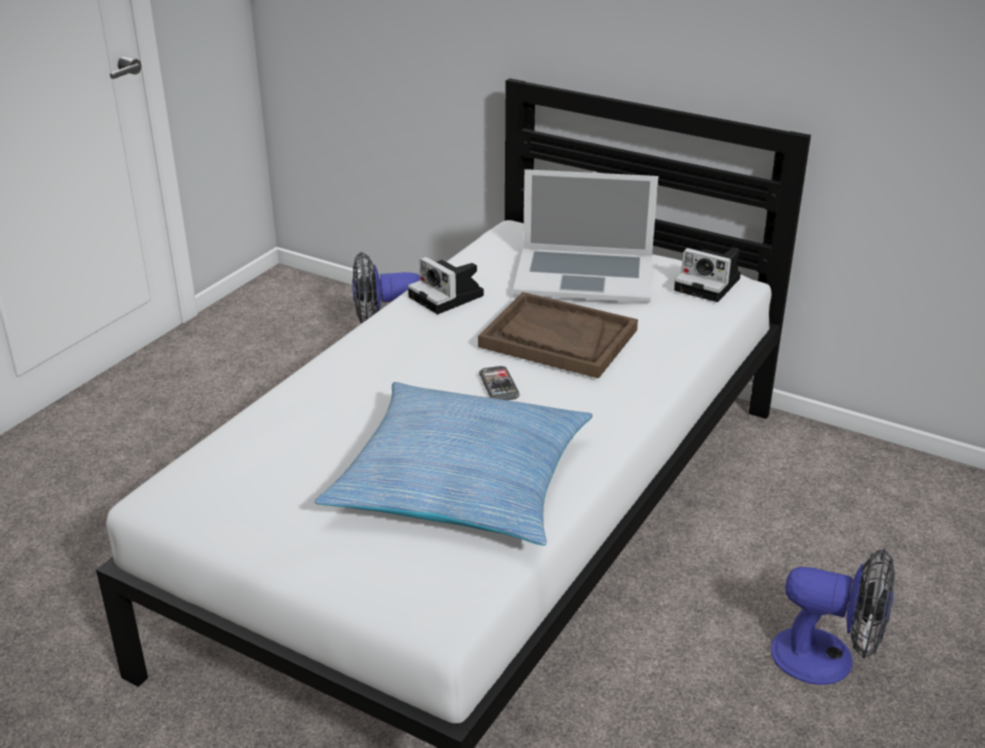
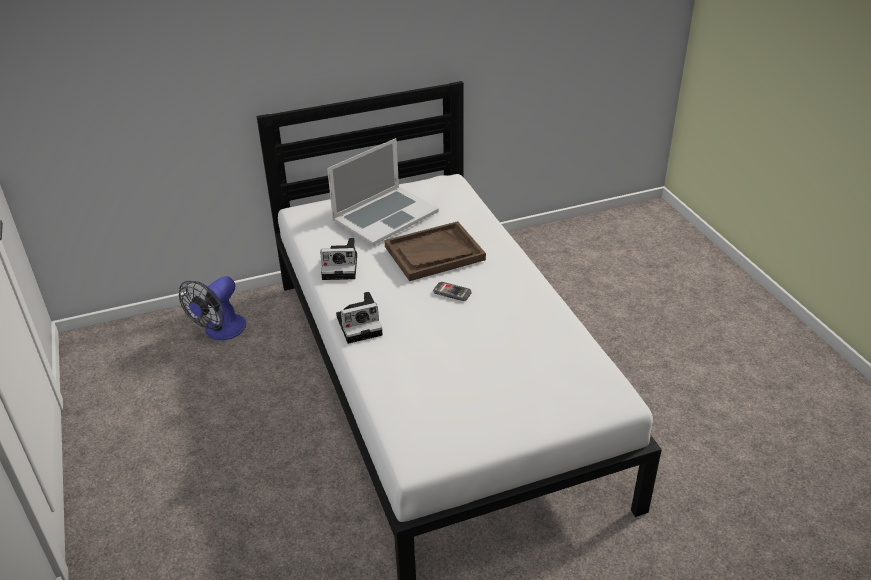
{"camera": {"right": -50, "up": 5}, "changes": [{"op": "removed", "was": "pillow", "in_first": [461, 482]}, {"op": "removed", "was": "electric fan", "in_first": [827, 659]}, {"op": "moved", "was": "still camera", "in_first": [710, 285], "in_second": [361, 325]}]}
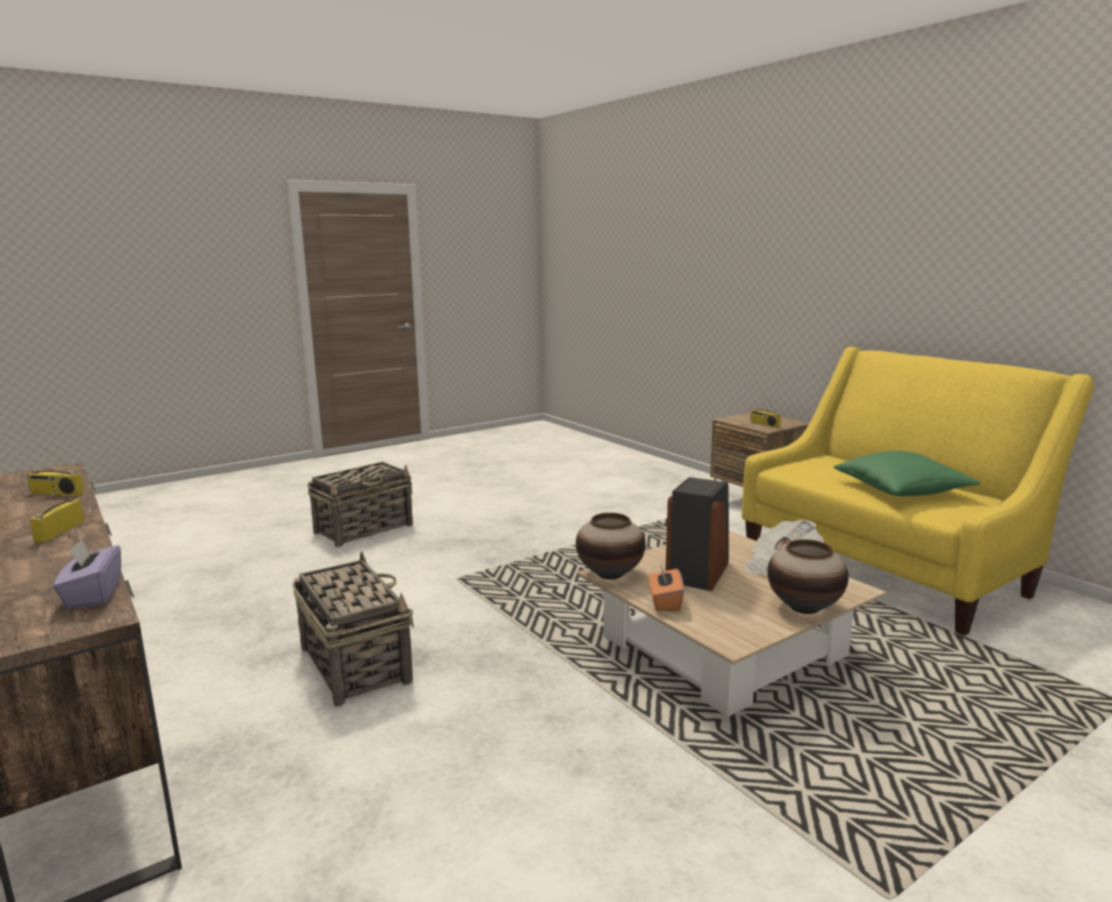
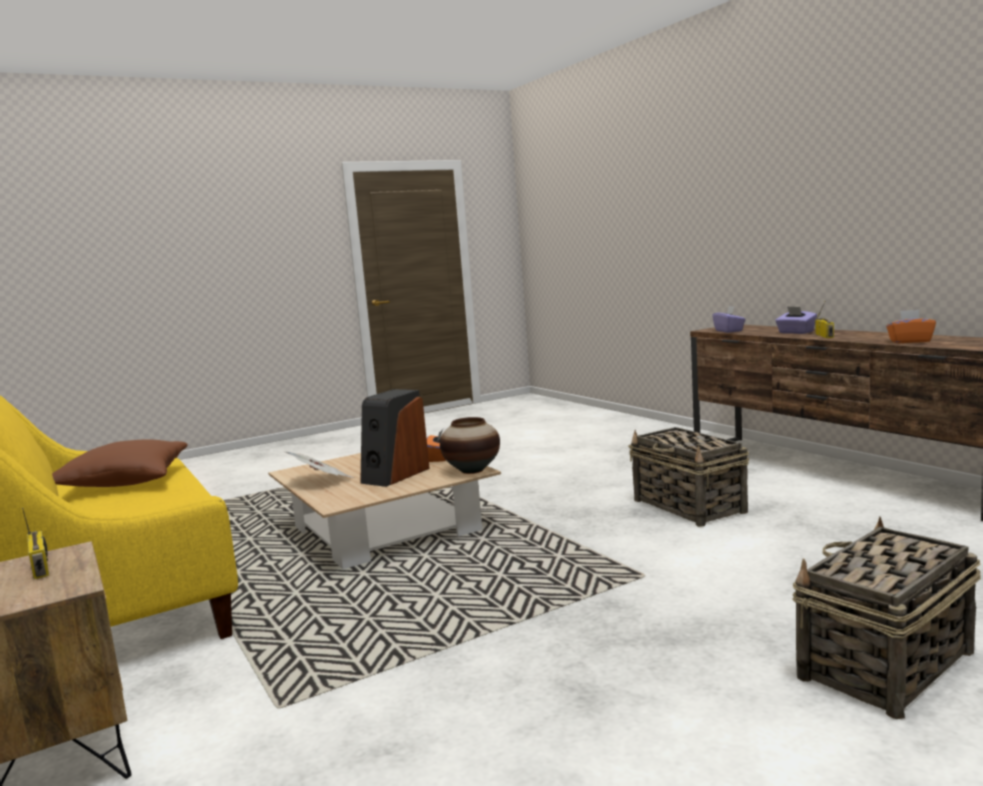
{"camera": {"right": -175, "up": -5}, "changes": [{"op": "removed", "was": "flower vase", "in_first": [804, 607]}, {"op": "added", "now": "purple-coloured tissue box", "in_second": [795, 332]}, {"op": "replaced", "was": "radio", "now": "orange-coloured tissue box", "in_first": [56, 493], "in_second": [910, 341]}, {"op": "recoloured", "was": "green-coloured pillow", "now": "brownish pillow", "in_first": [902, 490], "in_second": [124, 482]}]}
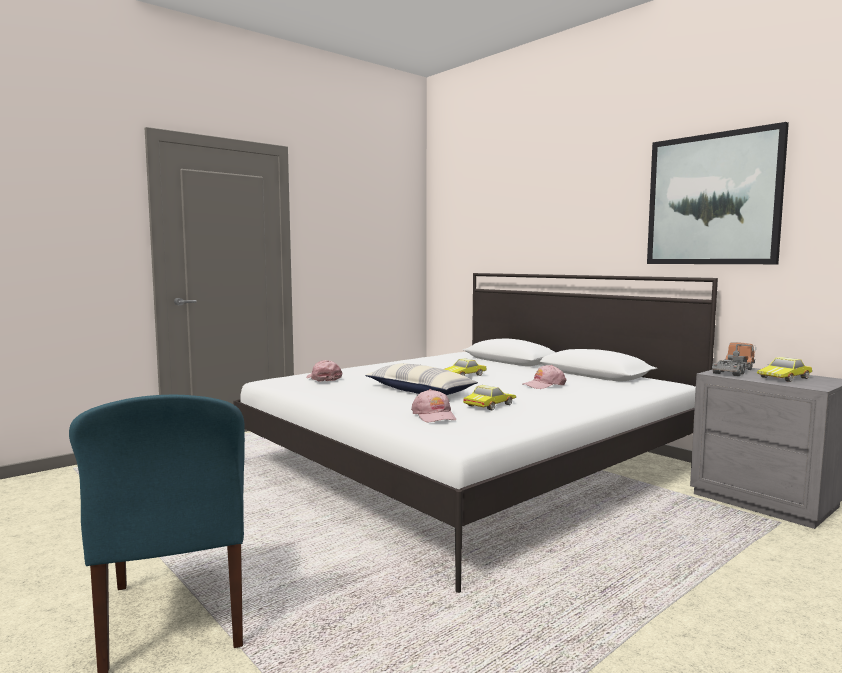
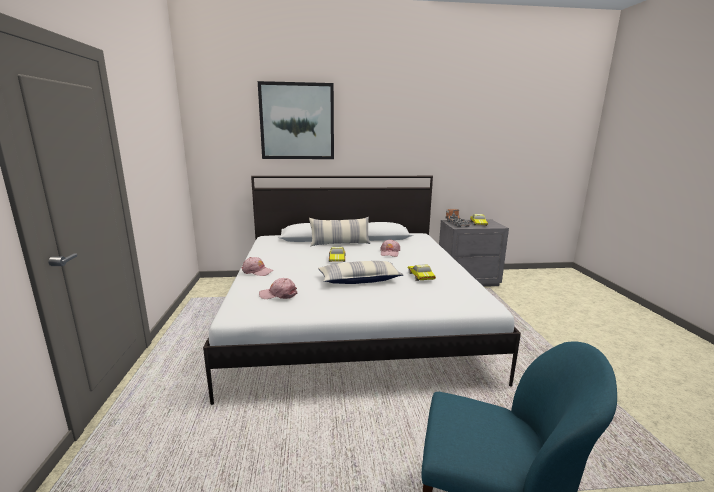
{"camera": {"right": -55, "up": 10}, "changes": [{"op": "added", "now": "pillow", "in_second": [340, 244]}, {"op": "moved", "was": "pinkish cap", "in_first": [434, 416], "in_second": [257, 271]}, {"op": "moved", "was": "wall picture", "in_first": [712, 199], "in_second": [297, 121]}]}
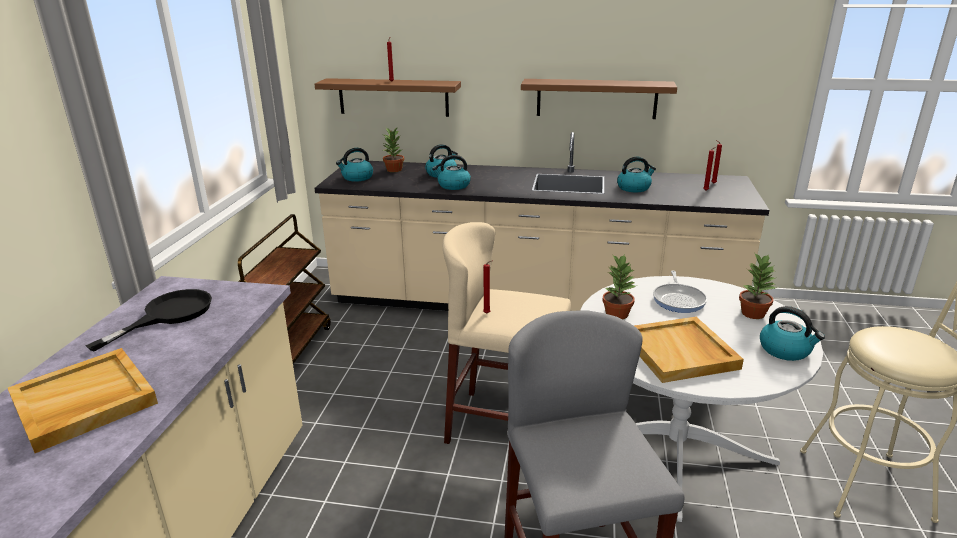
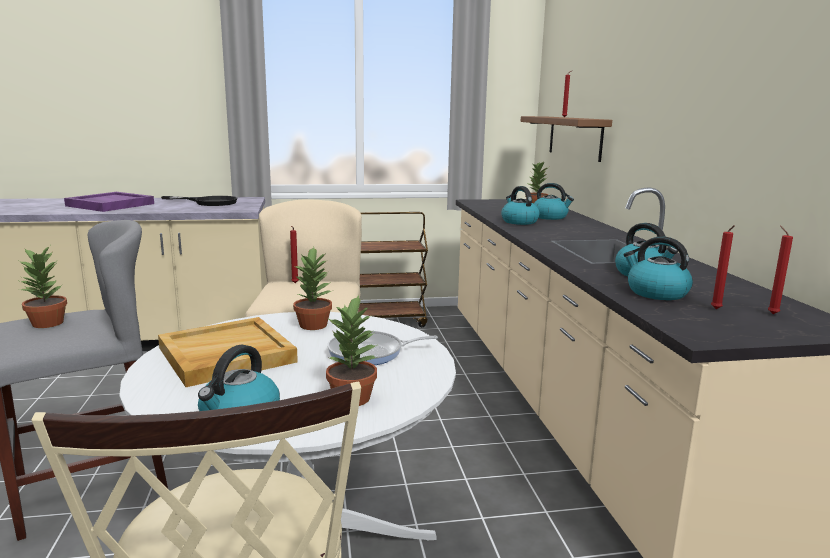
{"camera": {"right": 70, "up": -10}, "changes": [{"op": "removed", "was": "brownish bracket shelf", "in_first": [596, 98]}, {"op": "added", "now": "plant in a pot", "in_second": [48, 323]}, {"op": "moved", "was": "tea kettle", "in_first": [357, 177], "in_second": [656, 293]}, {"op": "recoloured", "was": "sand-coloured tray", "now": "purple-coloured tray", "in_first": [83, 402], "in_second": [109, 205]}]}
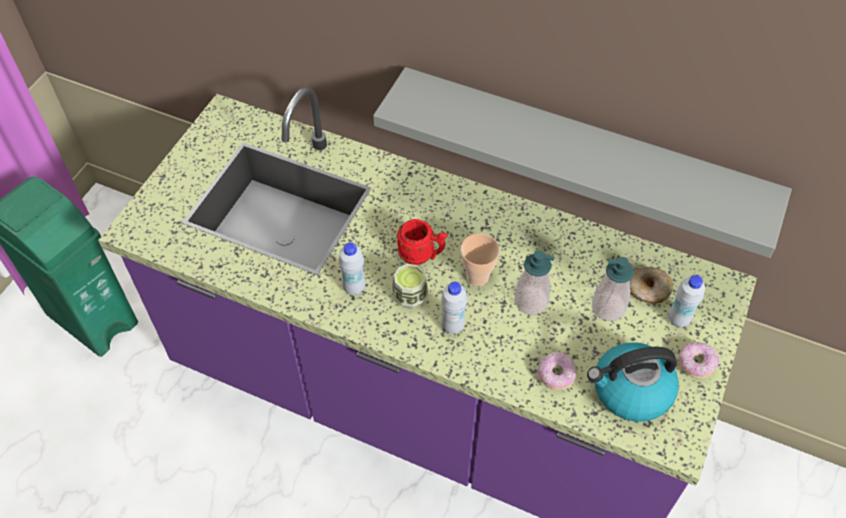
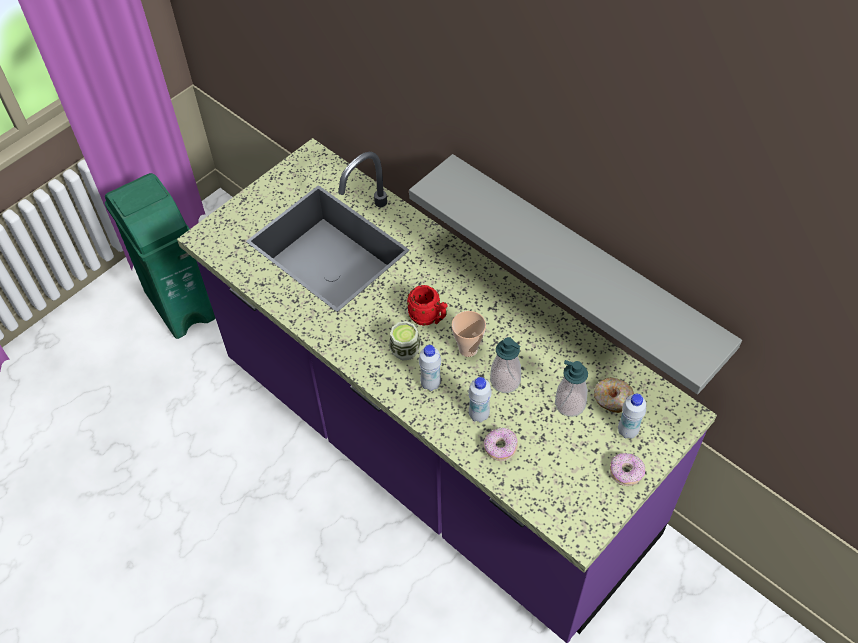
{"camera": {"right": 20, "up": 0}, "changes": [{"op": "removed", "was": "tea kettle", "in_first": [630, 391]}, {"op": "moved", "was": "whitish bottle", "in_first": [354, 288], "in_second": [479, 415]}]}
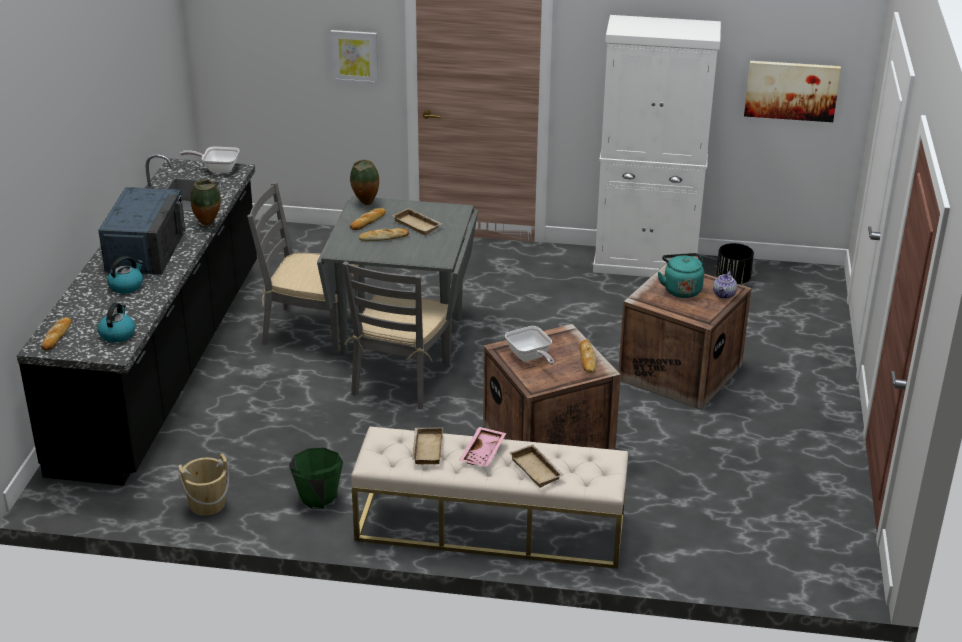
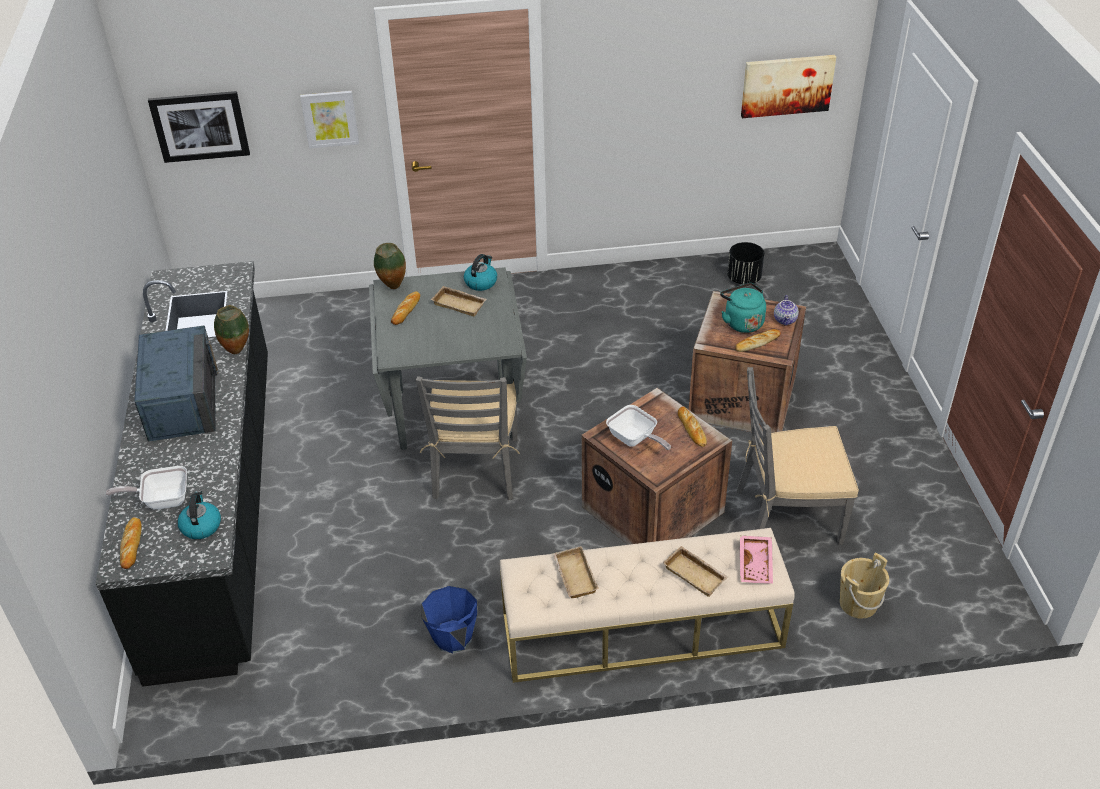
{"camera": {"right": -15, "up": 10}, "changes": [{"op": "removed", "was": "whitish cupboard", "in_first": [646, 264]}, {"op": "added", "now": "wall picture", "in_second": [200, 126]}, {"op": "moved", "was": "tea kettle", "in_first": [126, 286], "in_second": [481, 282]}, {"op": "moved", "was": "sand-coloured pail", "in_first": [207, 504], "in_second": [858, 604]}, {"op": "moved", "was": "skillet", "in_first": [217, 169], "in_second": [162, 500]}, {"op": "moved", "was": "gray chair", "in_first": [309, 330], "in_second": [787, 516]}, {"op": "moved", "was": "bakery bread", "in_first": [383, 237], "in_second": [757, 343]}, {"op": "moved", "was": "pinkish tray", "in_first": [484, 453], "in_second": [756, 564]}, {"op": "recoloured", "was": "green-coloured pail", "now": "blue-coloured pail", "in_first": [318, 498], "in_second": [452, 637]}]}
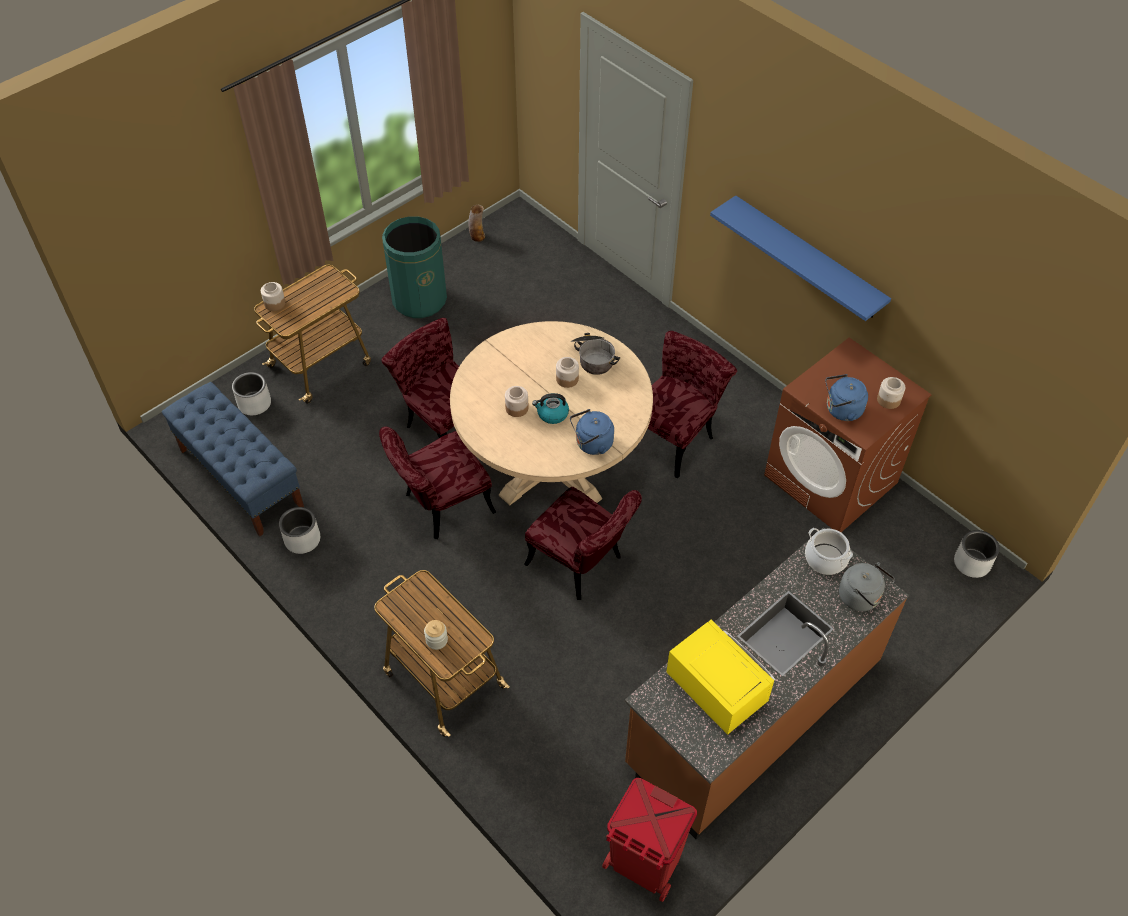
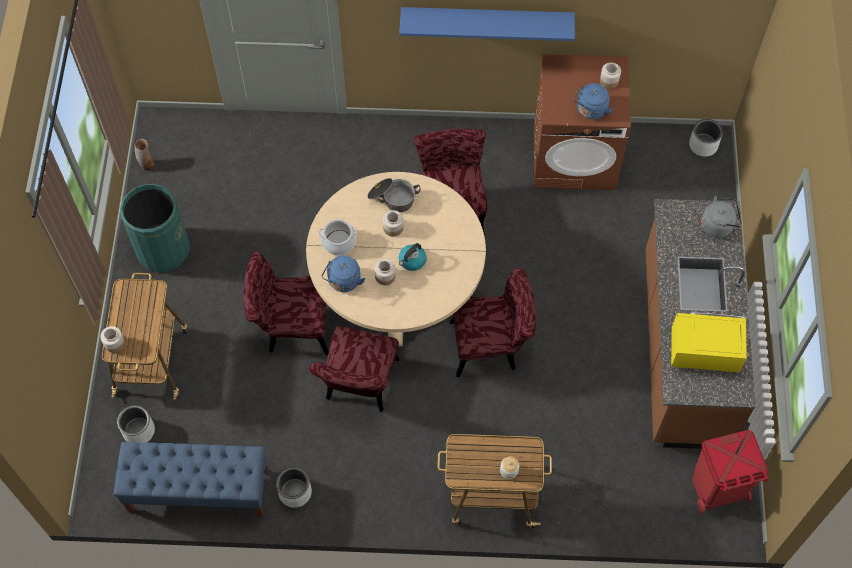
{"camera": {"right": -45, "up": 10}, "changes": [{"op": "moved", "was": "blue-coloured tea kettle", "in_first": [592, 444], "in_second": [343, 282]}, {"op": "moved", "was": "stockpot", "in_first": [825, 559], "in_second": [339, 242]}]}
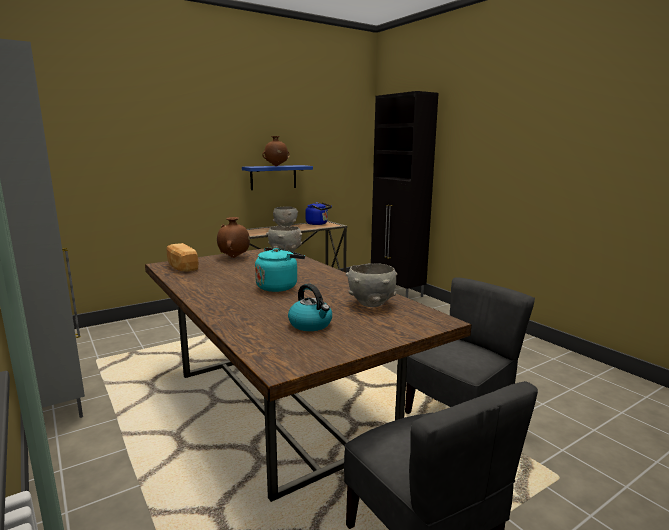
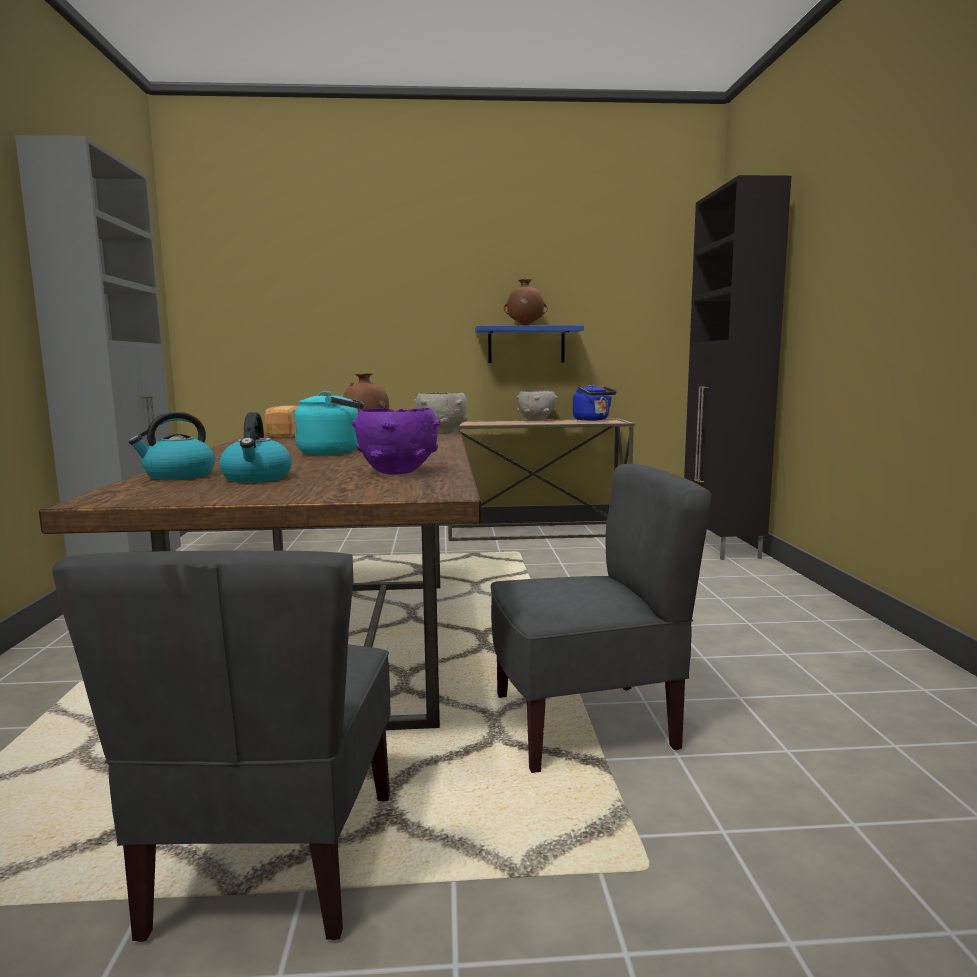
{"camera": {"right": 30, "up": -5}, "changes": [{"op": "added", "now": "tea kettle", "in_second": [178, 476]}, {"op": "recoloured", "was": "gray deep dish", "now": "purple-coloured deep dish", "in_first": [371, 303], "in_second": [398, 472]}]}
